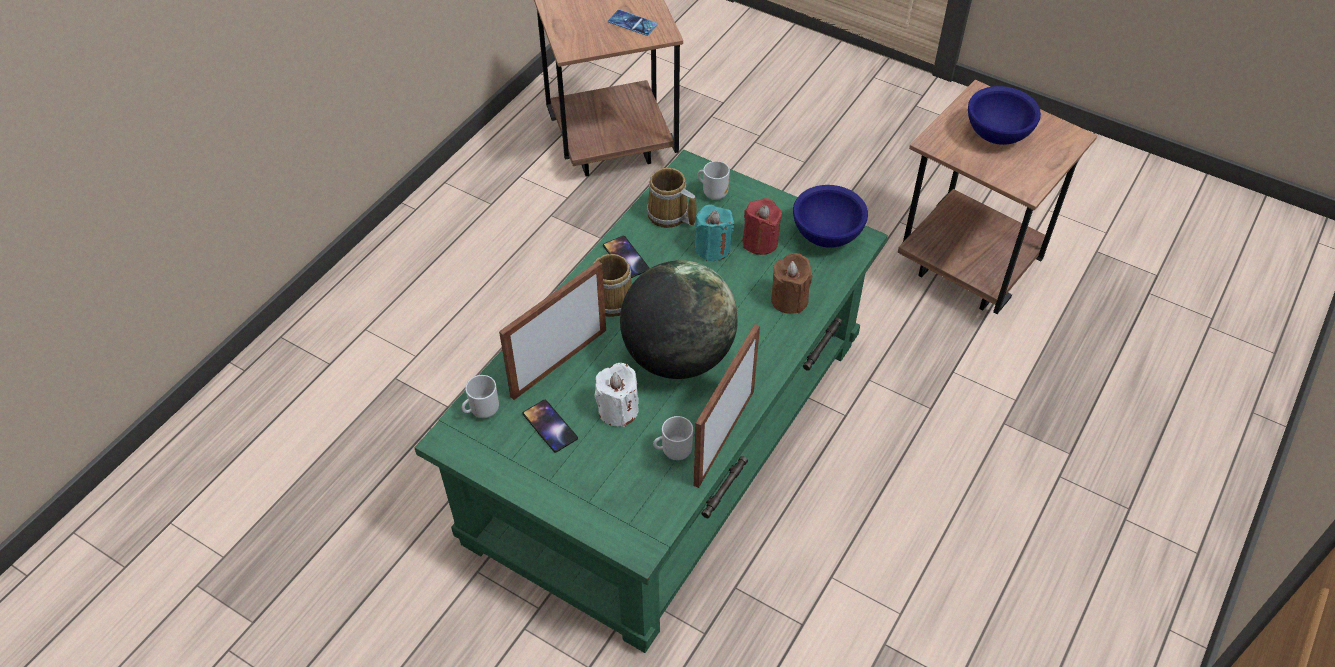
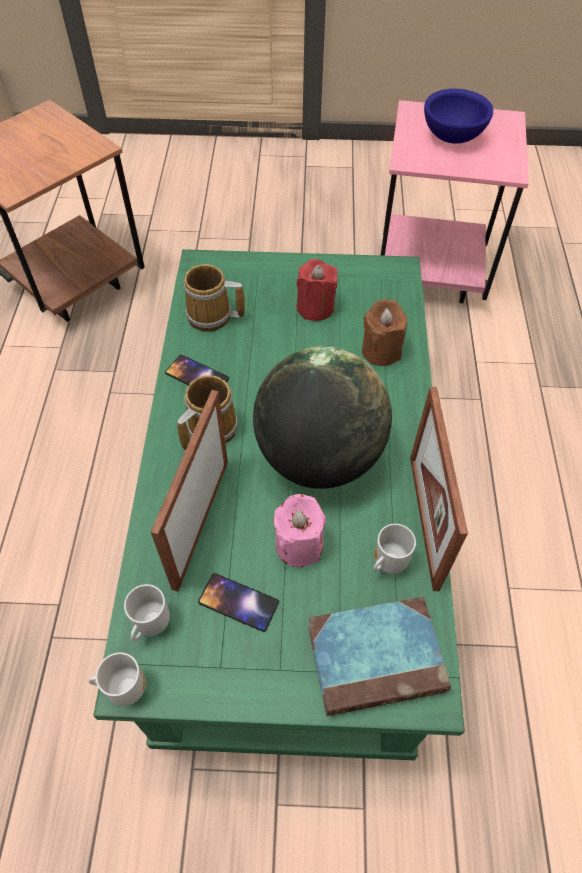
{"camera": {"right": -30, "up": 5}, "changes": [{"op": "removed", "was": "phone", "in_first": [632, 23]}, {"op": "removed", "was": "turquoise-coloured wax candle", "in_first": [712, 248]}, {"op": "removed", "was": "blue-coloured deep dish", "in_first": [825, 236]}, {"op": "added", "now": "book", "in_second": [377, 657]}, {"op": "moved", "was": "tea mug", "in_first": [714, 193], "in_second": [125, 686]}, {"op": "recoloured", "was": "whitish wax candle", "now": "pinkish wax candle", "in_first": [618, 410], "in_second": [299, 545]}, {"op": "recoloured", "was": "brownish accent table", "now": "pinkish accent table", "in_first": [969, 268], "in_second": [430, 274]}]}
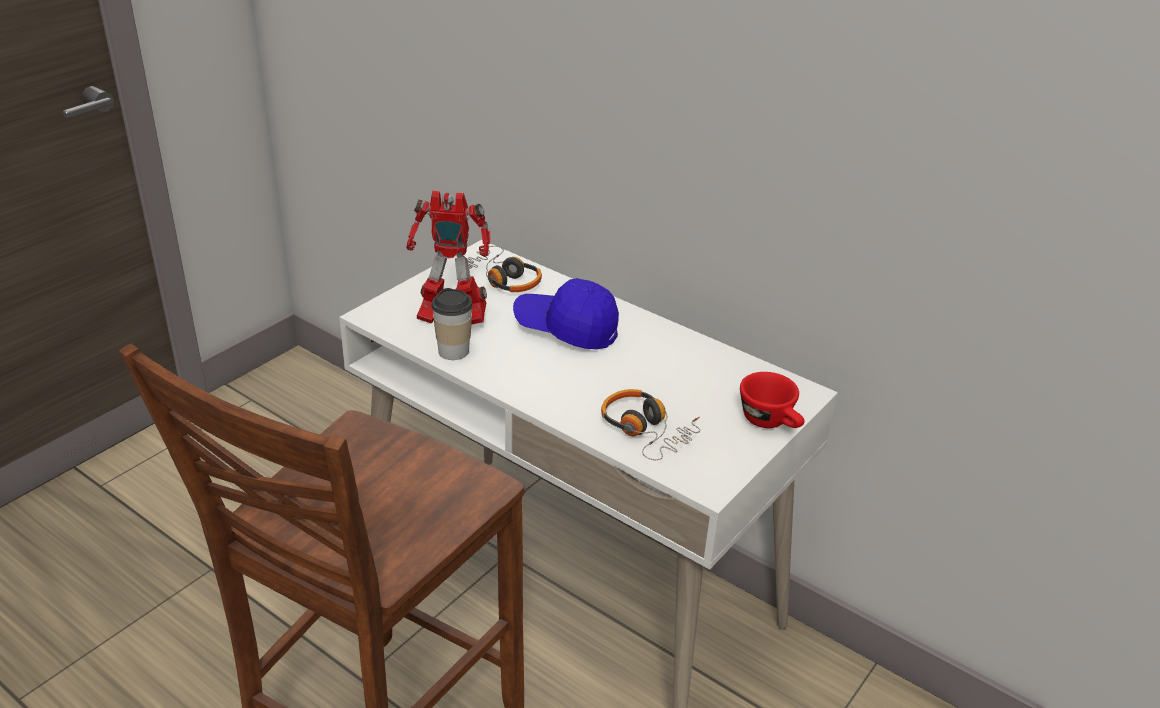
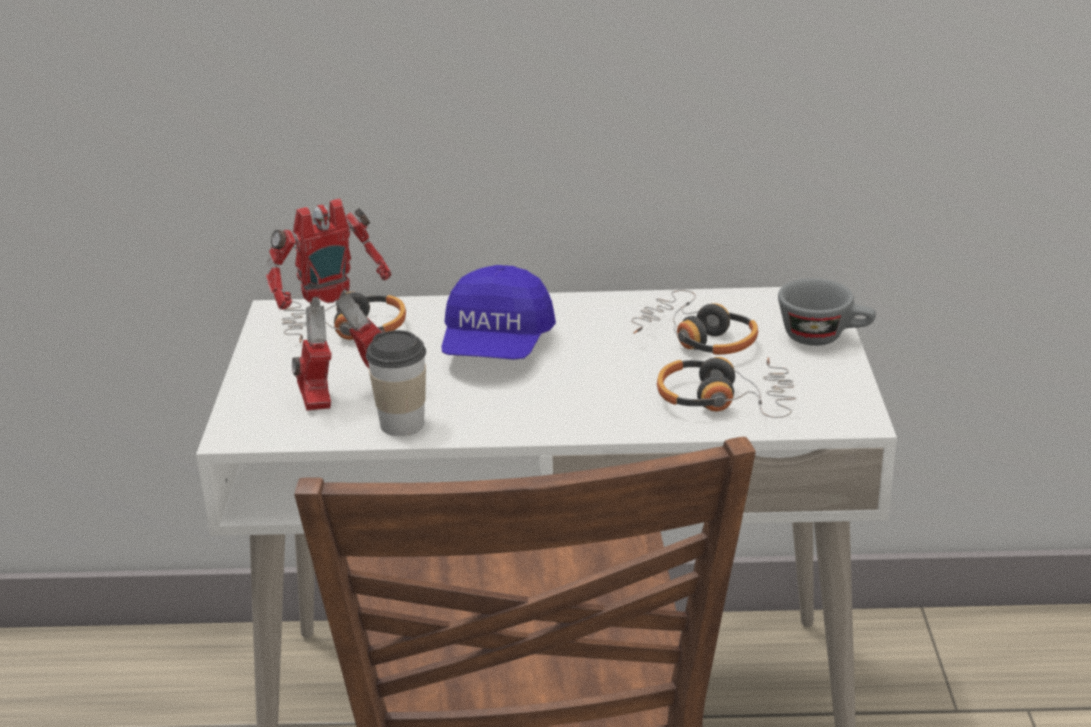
{"camera": {"right": -35, "up": -5}, "changes": [{"op": "added", "now": "pair of headphones", "in_second": [696, 338]}, {"op": "recoloured", "was": "reddish drinking cup", "now": "gray drinking cup", "in_first": [771, 422], "in_second": [824, 337]}, {"op": "turned", "was": "blue-coloured cap", "in_first": [566, 329], "in_second": [497, 346], "clockwise": -60}]}
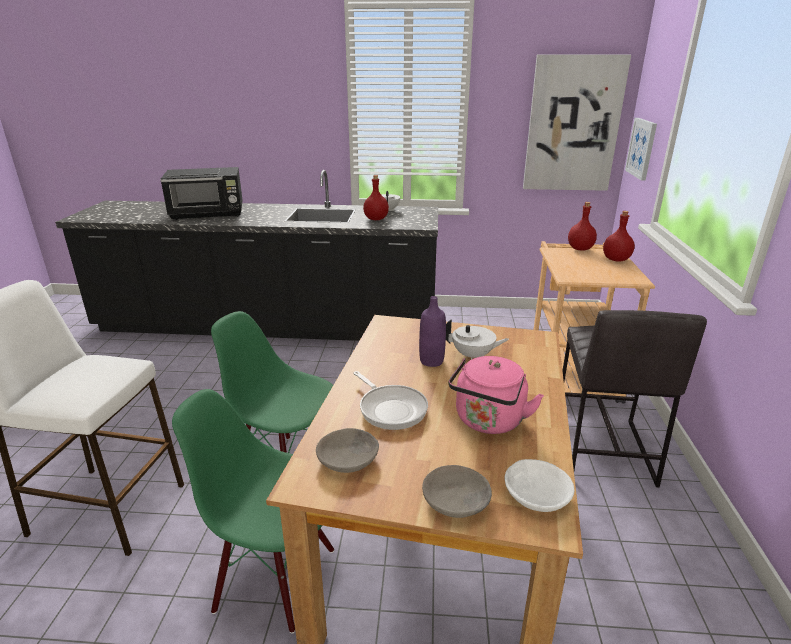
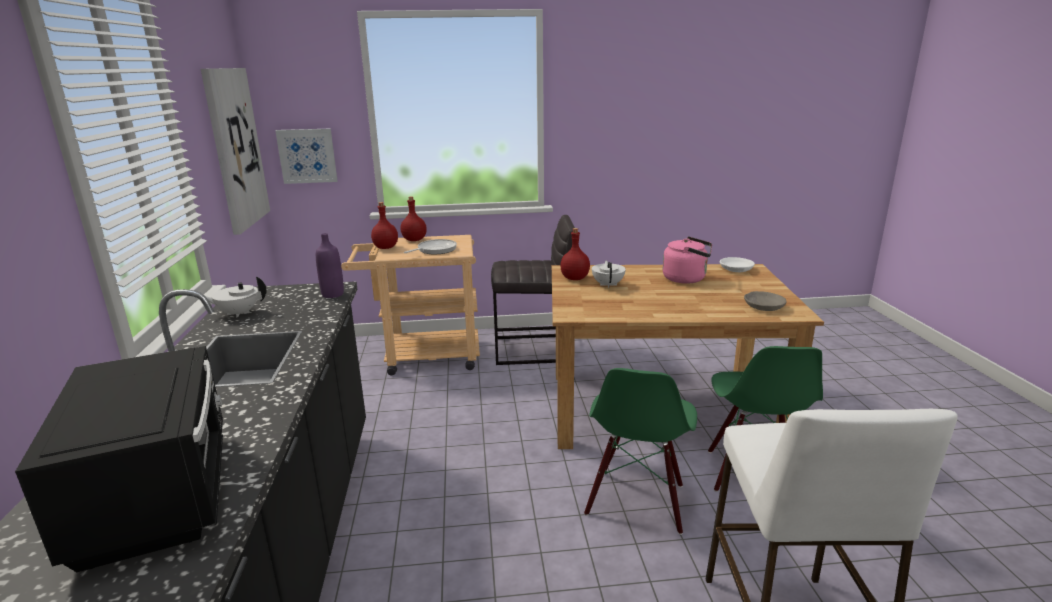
{"camera": {"right": -100, "up": -5}, "changes": [{"op": "removed", "was": "gray deep dish", "in_first": [456, 501]}, {"op": "moved", "was": "skillet", "in_first": [391, 408], "in_second": [435, 250]}, {"op": "moved", "was": "reddish bottle", "in_first": [376, 219], "in_second": [574, 278]}, {"op": "moved", "was": "purple-coloured bottle", "in_first": [431, 361], "in_second": [333, 294]}]}
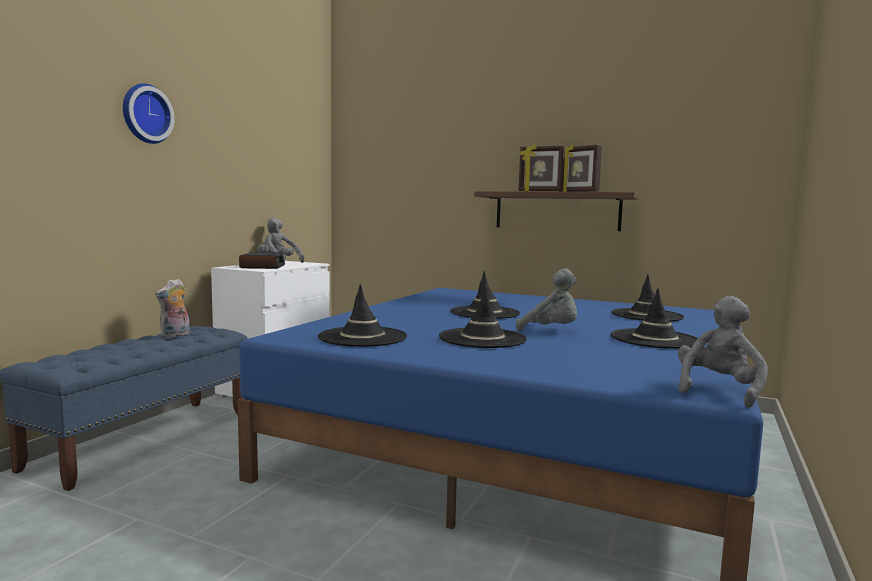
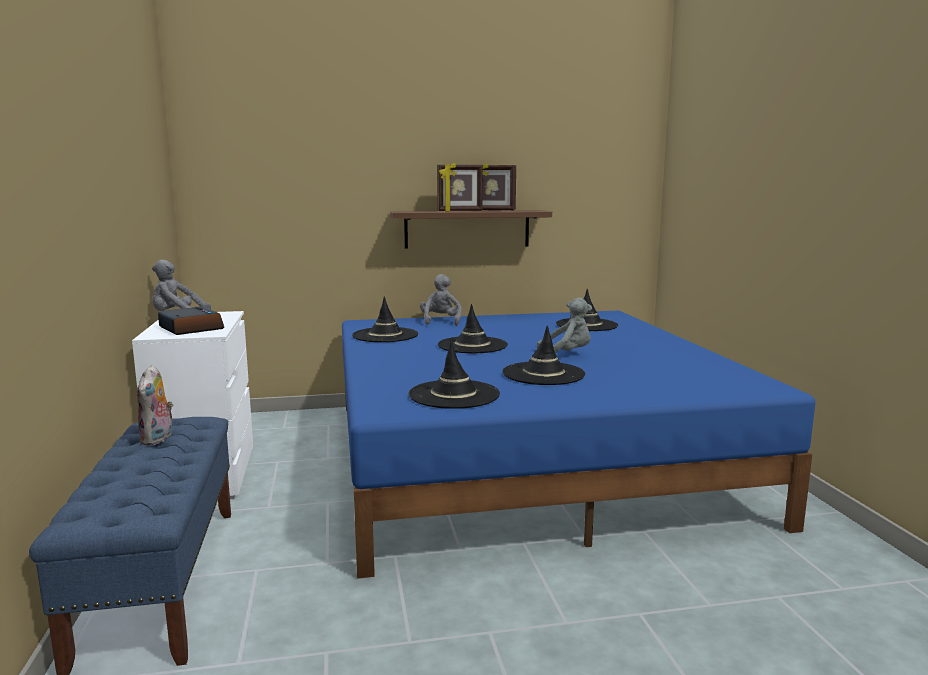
{"camera": {"right": -35, "up": 5}, "changes": [{"op": "removed", "was": "wall clock", "in_first": [145, 114]}, {"op": "moved", "was": "blackish clothing hat", "in_first": [655, 339], "in_second": [385, 335]}, {"op": "moved", "was": "gray plush toy", "in_first": [718, 390], "in_second": [440, 321]}]}
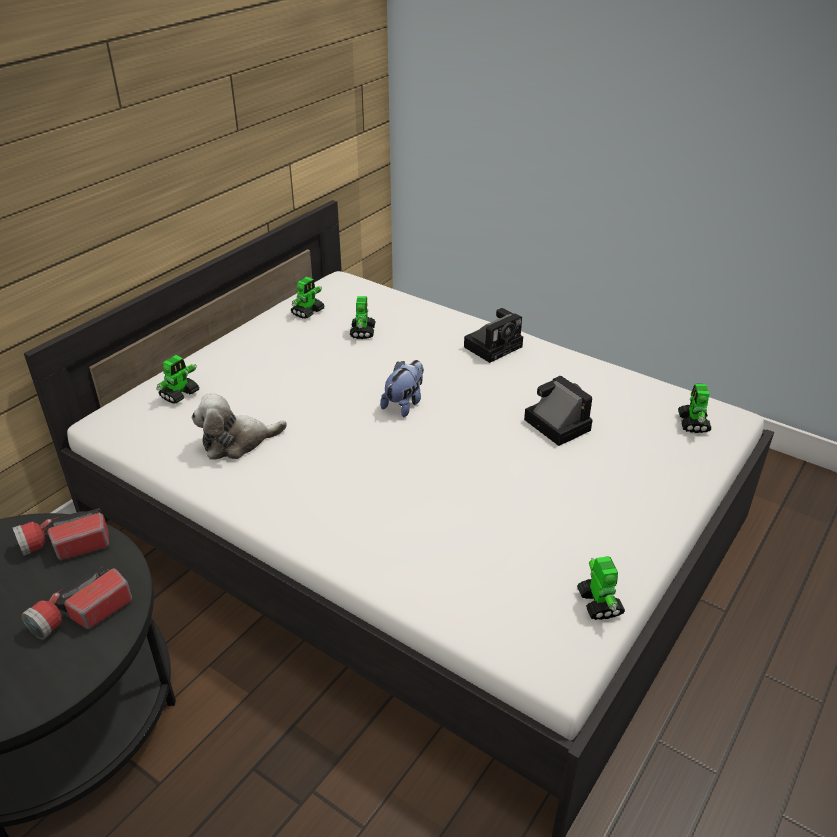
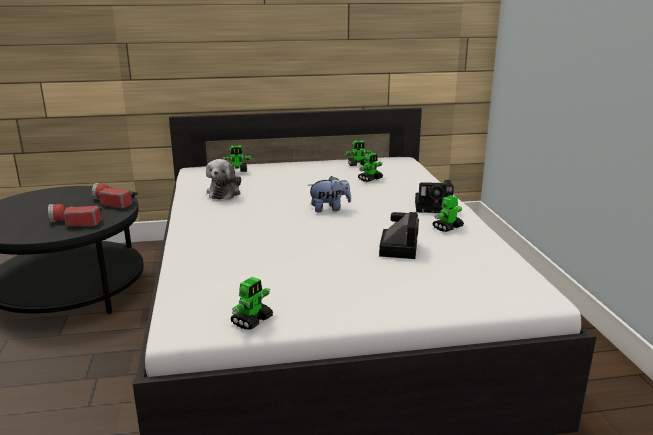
{"camera": {"right": 45, "up": -15}, "changes": [{"op": "moved", "was": "toy robot", "in_first": [693, 423], "in_second": [447, 227]}, {"op": "turned", "was": "plush toy", "in_first": [237, 442], "in_second": [225, 192], "clockwise": -105}]}
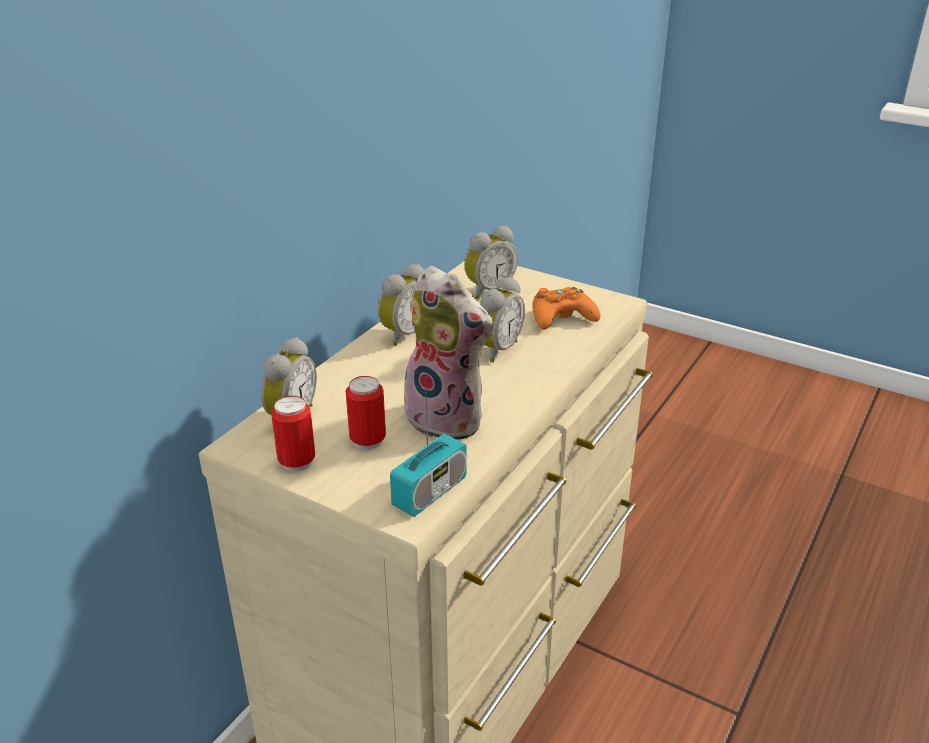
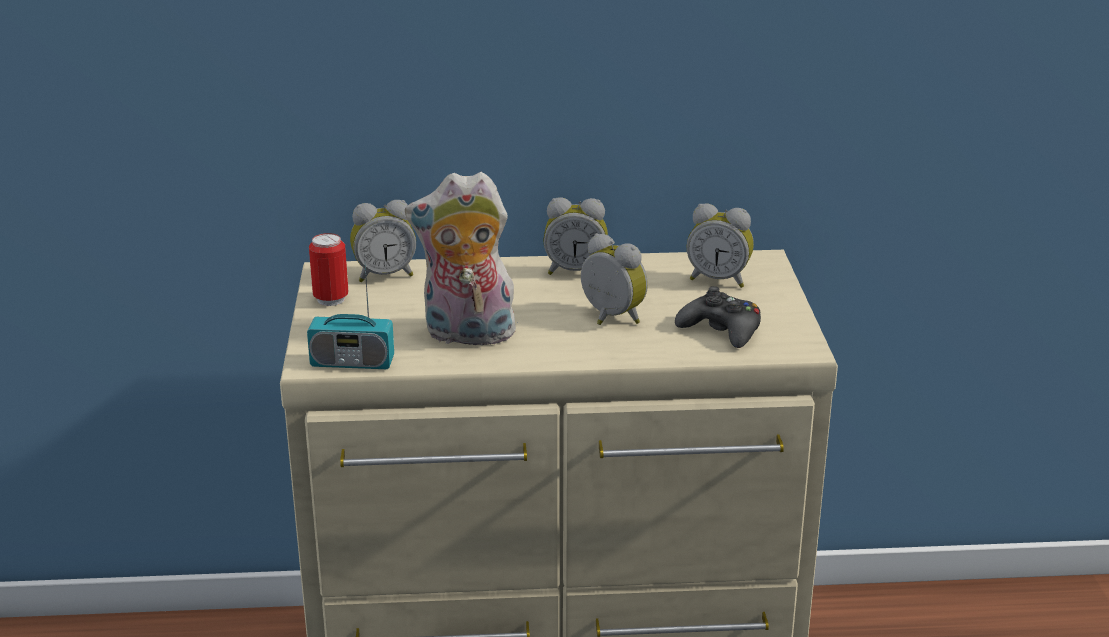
{"camera": {"right": 55, "up": -5}, "changes": [{"op": "removed", "was": "metal can", "in_first": [368, 441]}, {"op": "recoloured", "was": "orange-coloured gamepad", "now": "blackish gamepad", "in_first": [562, 317], "in_second": [721, 330]}, {"op": "turned", "was": "plush toy", "in_first": [449, 418], "in_second": [466, 335], "clockwise": 90}, {"op": "turned", "was": "alarm clock", "in_first": [496, 349], "in_second": [610, 319], "clockwise": -135}]}
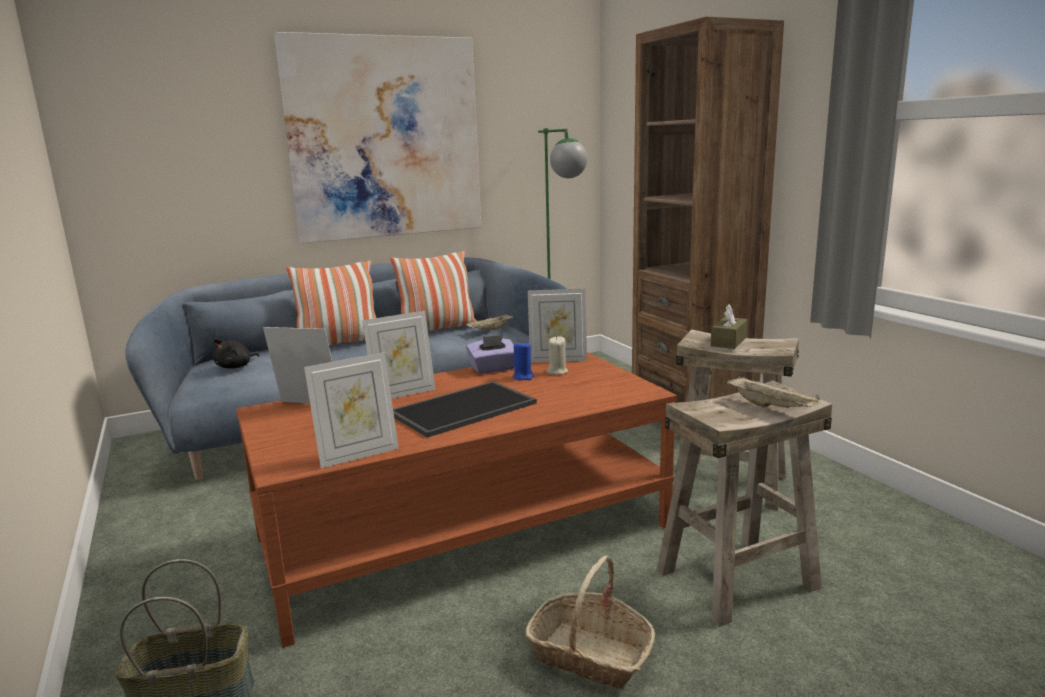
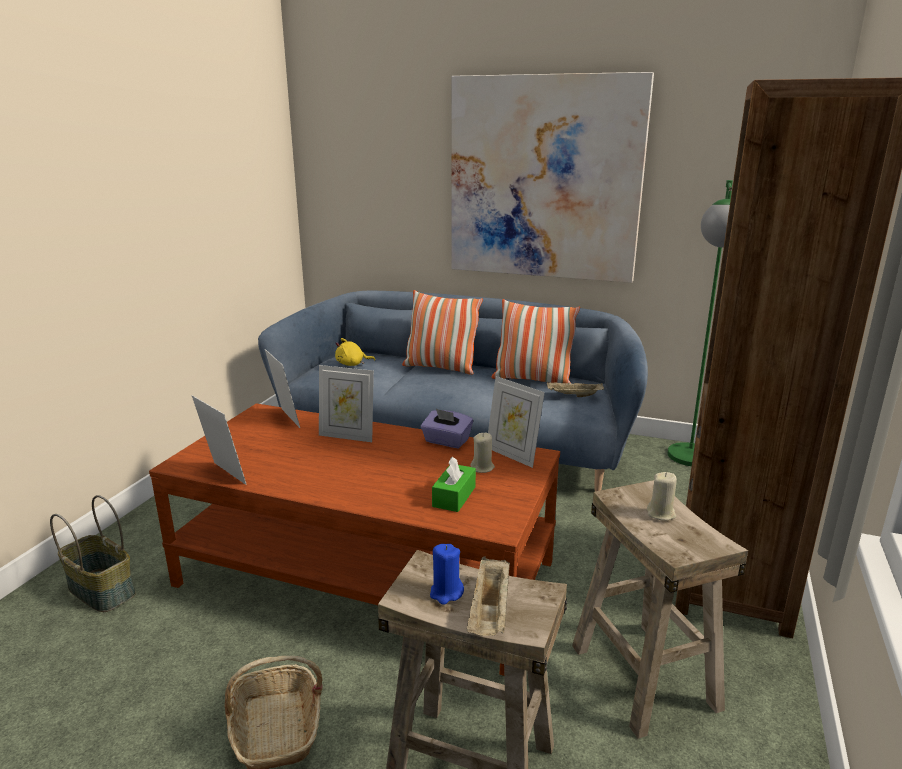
{"camera": {"right": 45, "up": 5}, "changes": [{"op": "removed", "was": "tray", "in_first": [463, 409]}, {"op": "added", "now": "green-coloured tissue box", "in_second": [454, 496]}, {"op": "moved", "was": "blue-coloured wax candle", "in_first": [523, 377], "in_second": [446, 593]}, {"op": "replaced", "was": "brownish tissue box", "now": "sand-coloured wax candle", "in_first": [728, 341], "in_second": [661, 514]}, {"op": "recoloured", "was": "blackish plush toy", "now": "yellow plush toy", "in_first": [236, 367], "in_second": [352, 364]}, {"op": "turned", "was": "photo frame", "in_first": [358, 455], "in_second": [224, 475], "clockwise": -150}]}
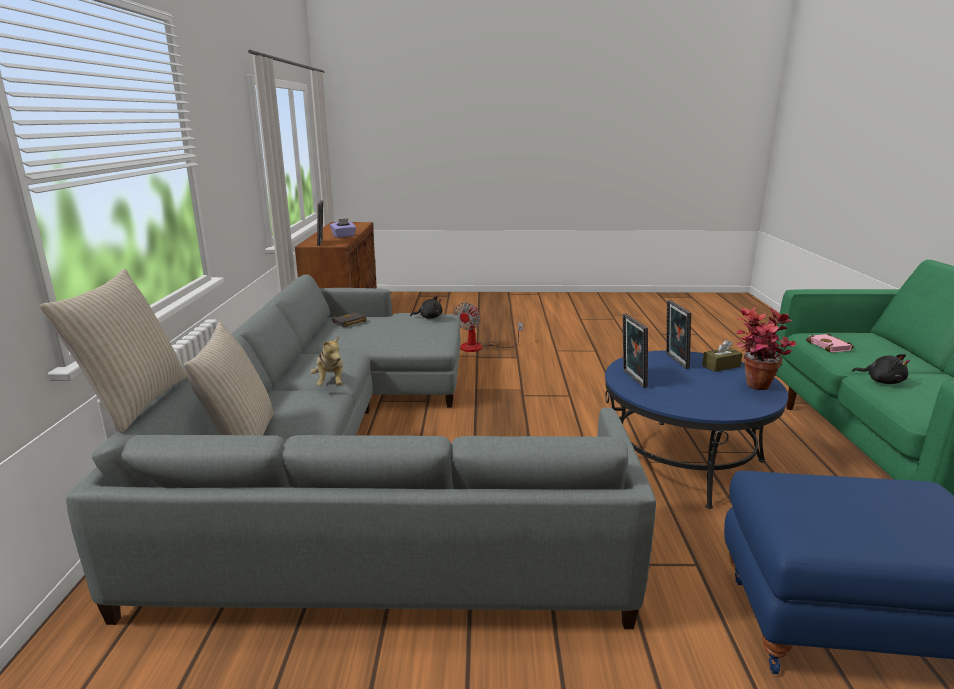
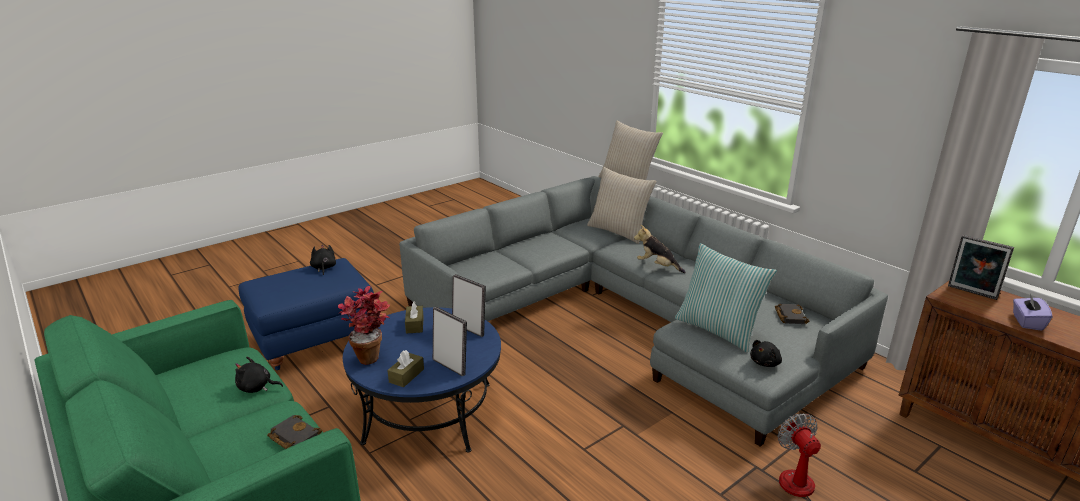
{"camera": {"right": 140, "up": 5}, "changes": [{"op": "added", "now": "blackish plush toy", "in_second": [323, 268]}, {"op": "added", "now": "brownish tissue box", "in_second": [414, 325]}, {"op": "added", "now": "pillow", "in_second": [718, 330]}, {"op": "recoloured", "was": "pinkish book", "now": "blackish book", "in_first": [830, 346], "in_second": [293, 437]}]}
